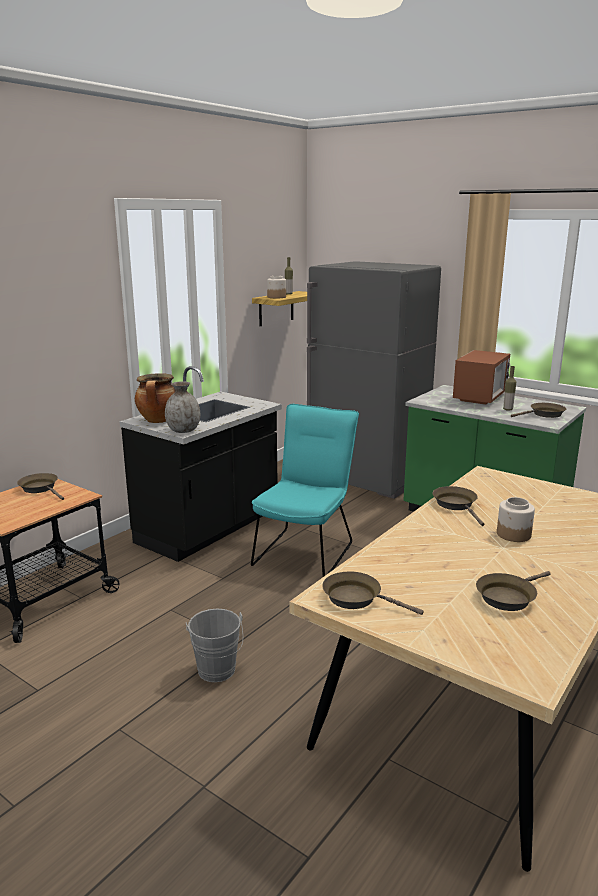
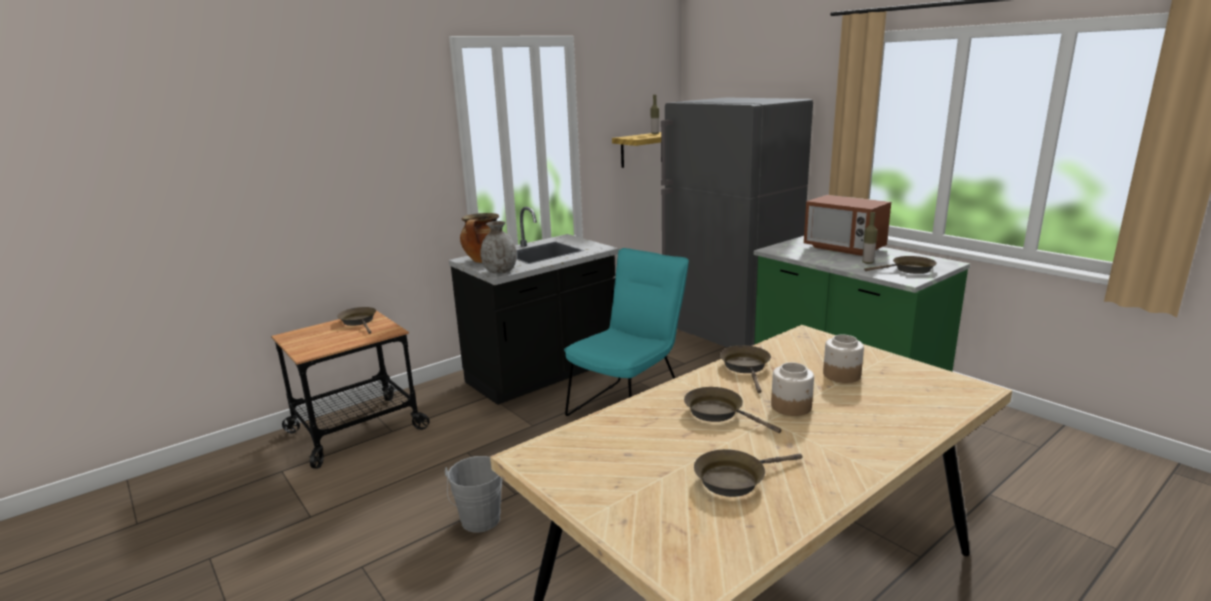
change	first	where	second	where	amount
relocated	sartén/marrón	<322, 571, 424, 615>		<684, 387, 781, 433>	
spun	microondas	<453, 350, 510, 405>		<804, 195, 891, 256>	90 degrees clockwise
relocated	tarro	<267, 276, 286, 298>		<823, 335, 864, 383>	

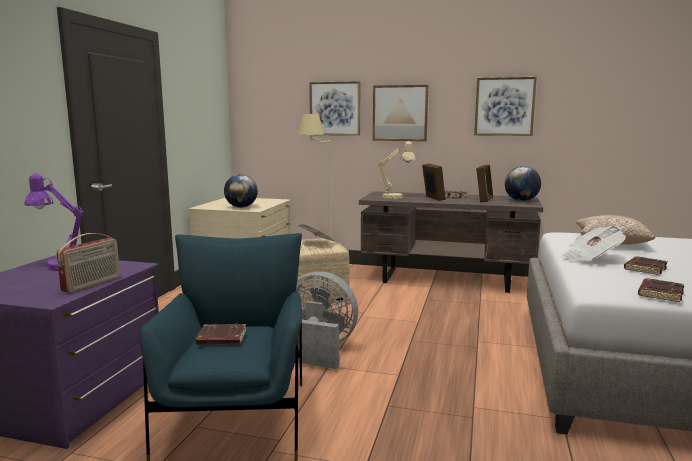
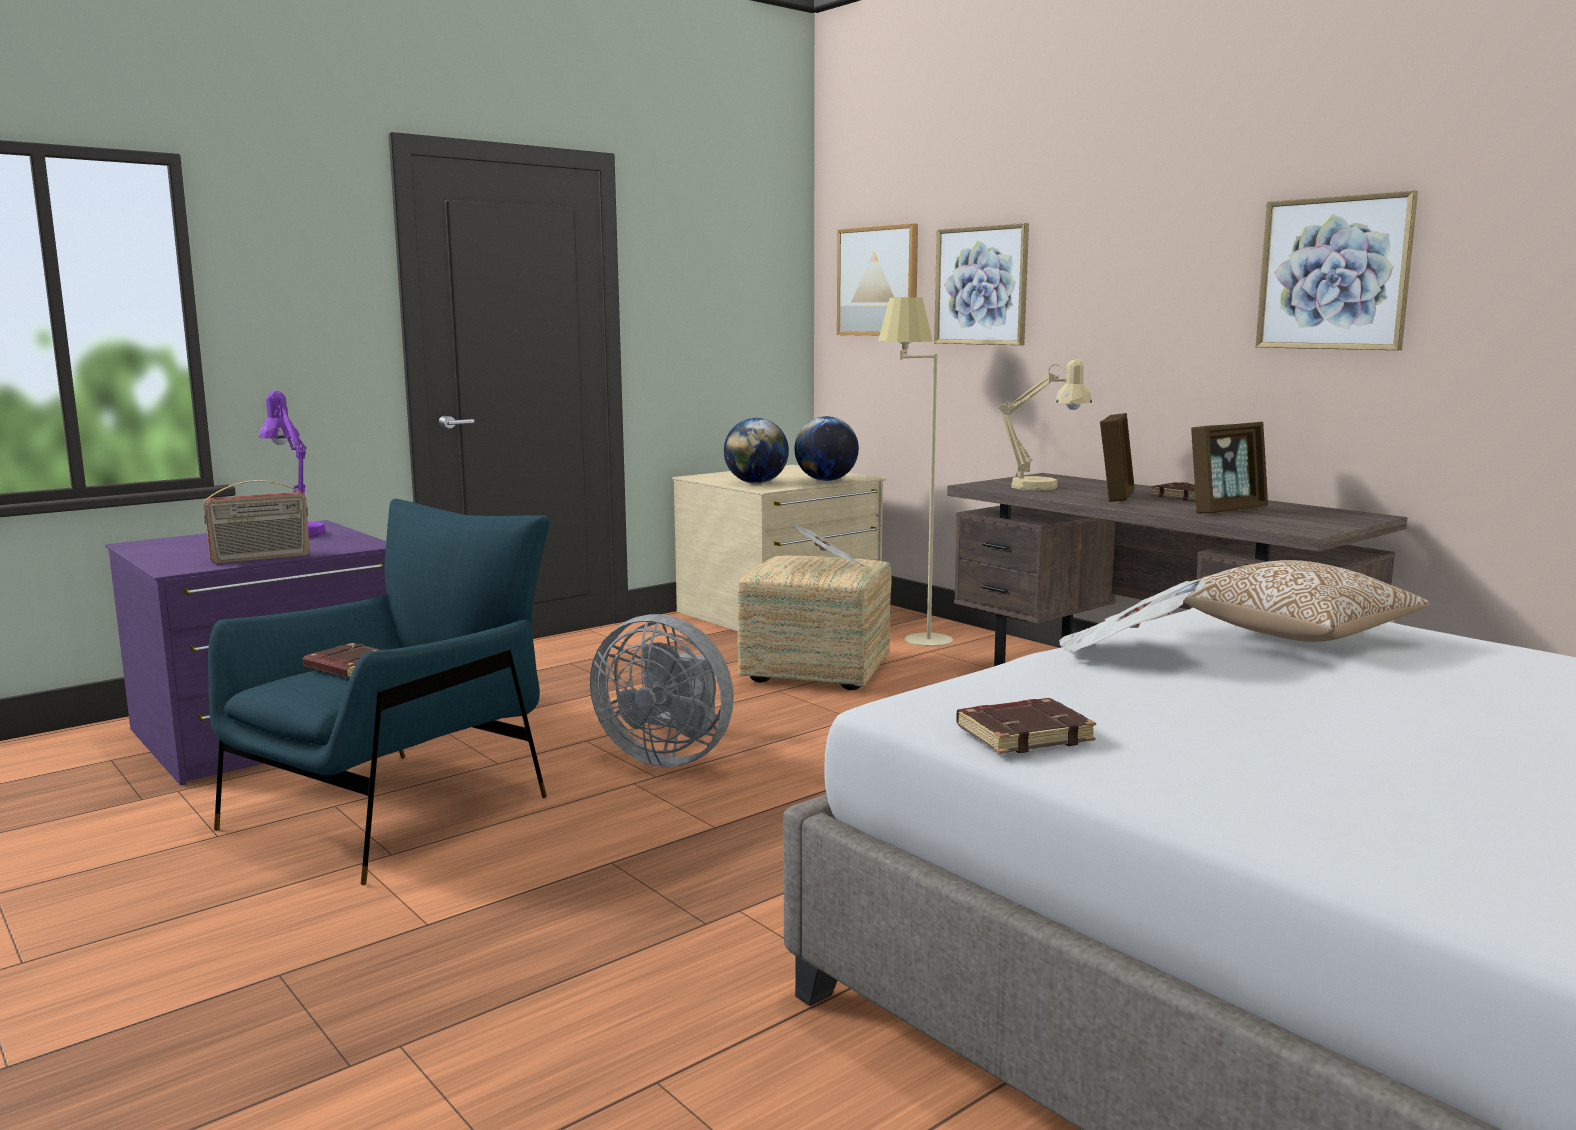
change	first	where	second	where	amount
spun	ventilador/gris	<296, 271, 358, 369>		<590, 614, 734, 767>	150 degrees clockwise
relocated	globo terráqueo	<505, 166, 541, 201>		<794, 416, 859, 481>	
relocated	cuadro	<373, 85, 428, 141>		<837, 223, 918, 336>	
missing	libro/marrón	<624, 256, 668, 275>			

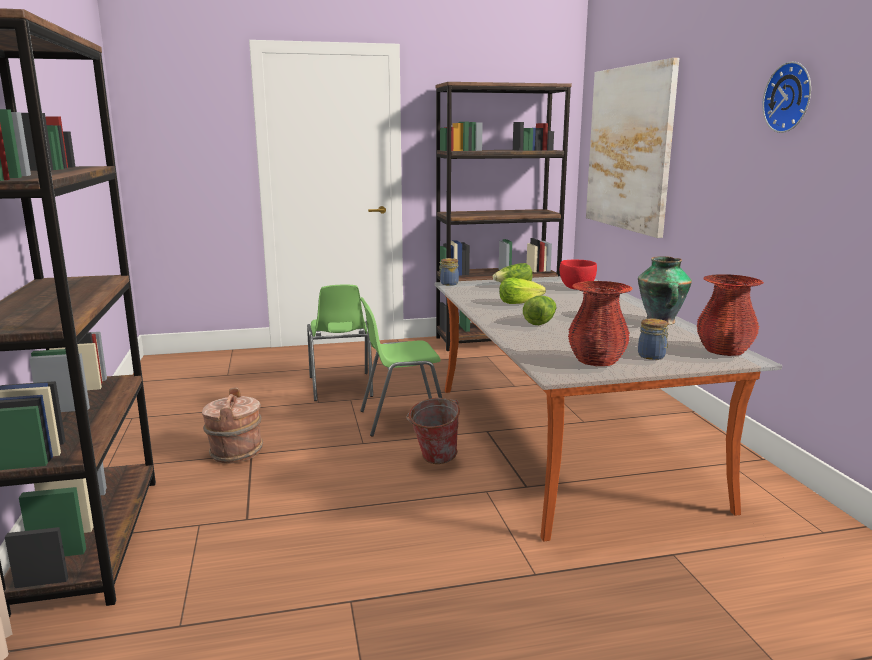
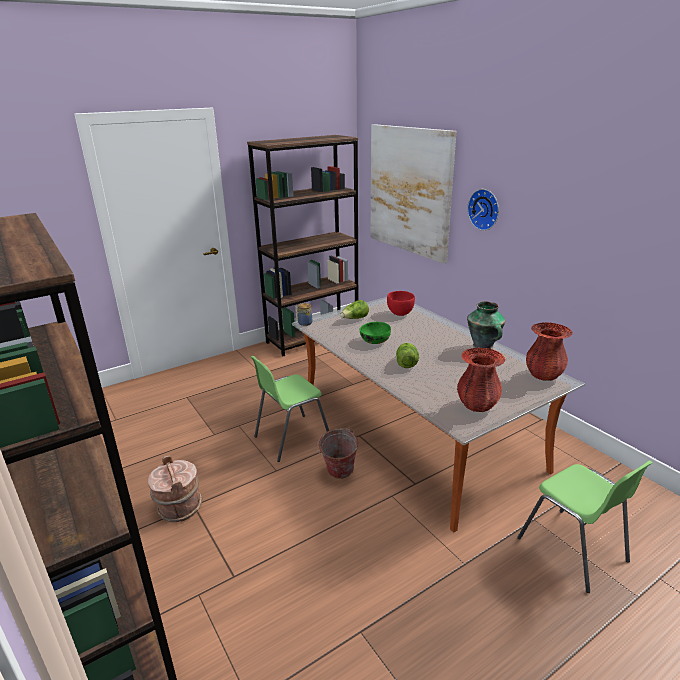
change	first	where	second	where	amount
exchanged	lechuga	<499, 278, 546, 304>	cuenco/verde	<360, 322, 391, 344>	
relocated	reloj de pared	<762, 62, 811, 133>		<467, 189, 499, 231>	
relocated	silla/verde	<307, 285, 373, 401>		<517, 460, 652, 593>	
missing	tarro	<638, 318, 668, 360>			

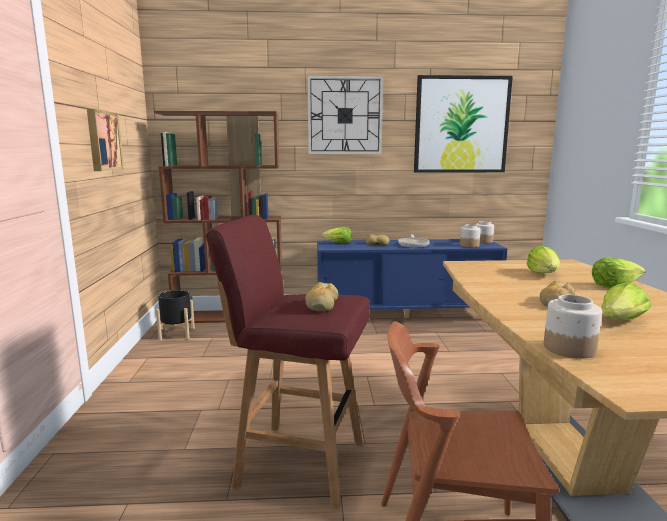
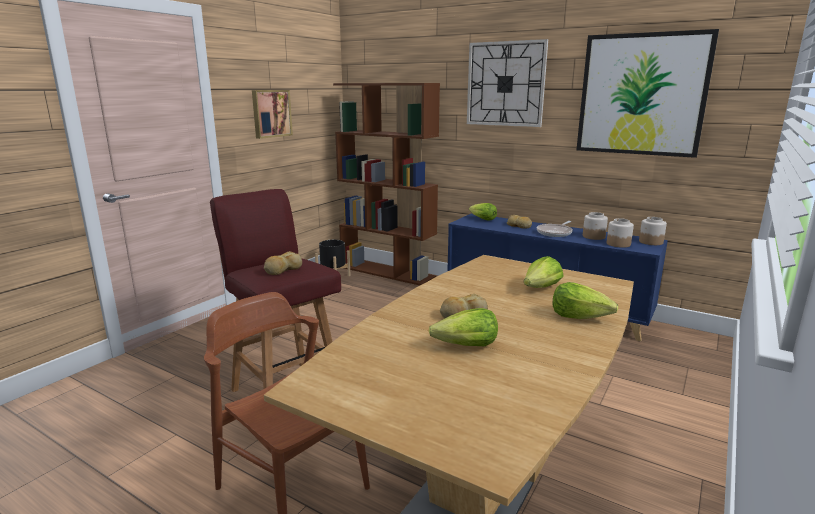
change	first	where	second	where	amount
relocated	tarro	<544, 295, 602, 359>		<583, 212, 608, 240>	

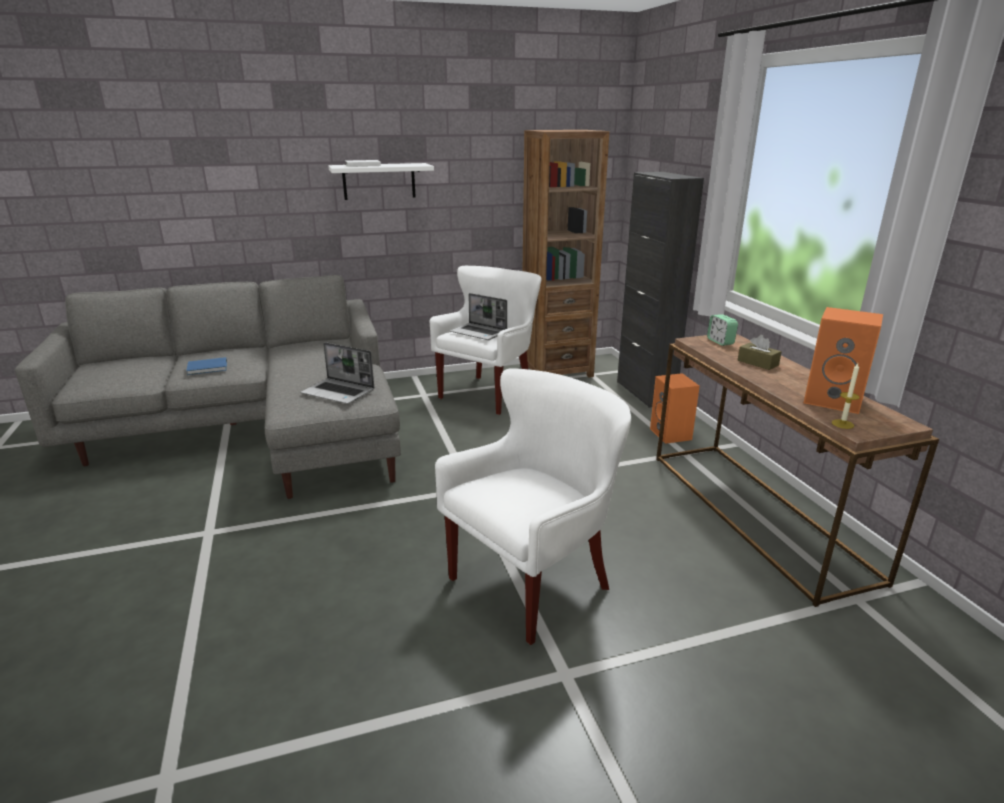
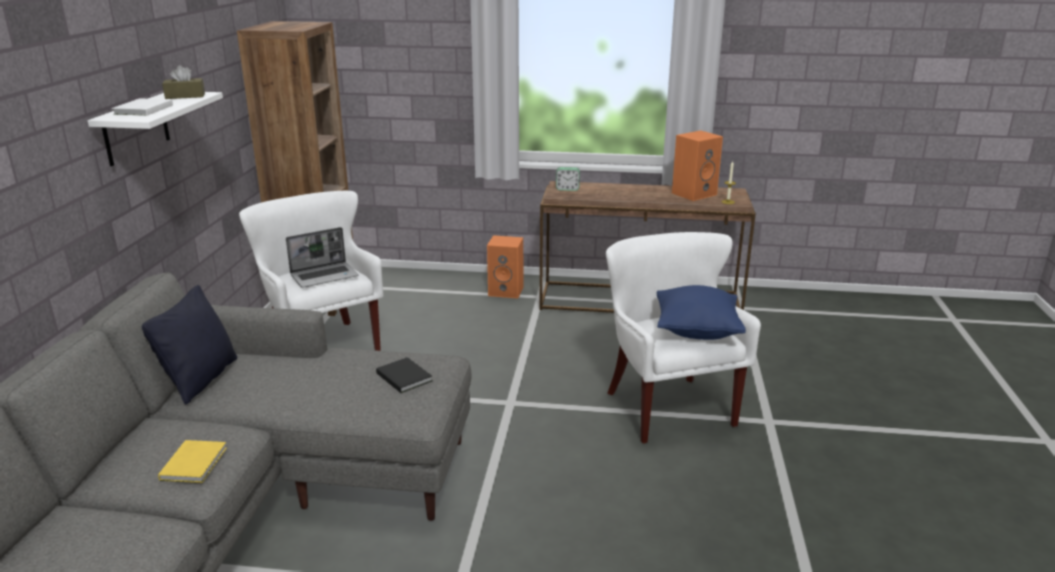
change	first	where	second	where	amount
appeared			cojín/negro	<142, 285, 237, 404>	
colour	libro/azul	<186, 357, 227, 375>	libro/amarillo	<158, 440, 227, 483>	
relocated	caja de pañuelos/marrón	<738, 335, 782, 370>		<162, 65, 205, 99>	
exchanged	portátil	<301, 342, 374, 404>	libro/negro	<376, 357, 432, 393>	
appeared			cojín/azul	<657, 285, 746, 340>	
missing	armario/negro	<617, 172, 704, 408>			

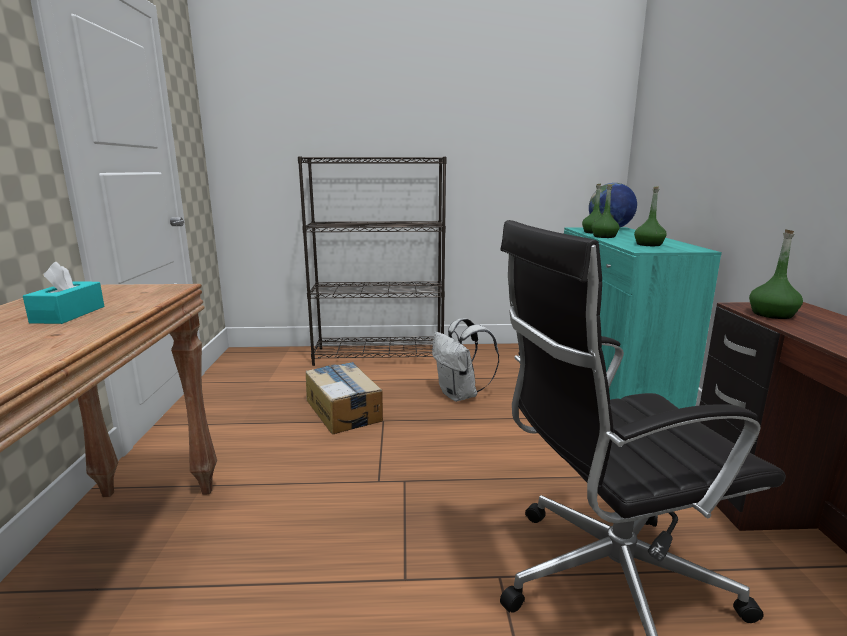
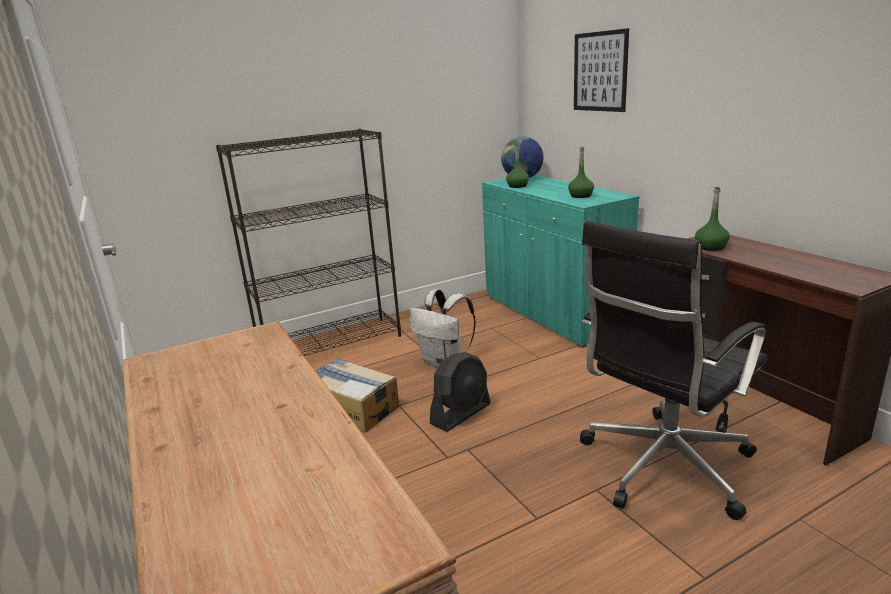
change	first	where	second	where	amount
appeared			ventilador/negro	<430, 352, 490, 432>	
appeared			cuadro	<574, 28, 629, 112>	
missing	caja de pañuelos/turquesa	<23, 262, 104, 324>			
missing	botella/verde	<592, 185, 620, 238>			

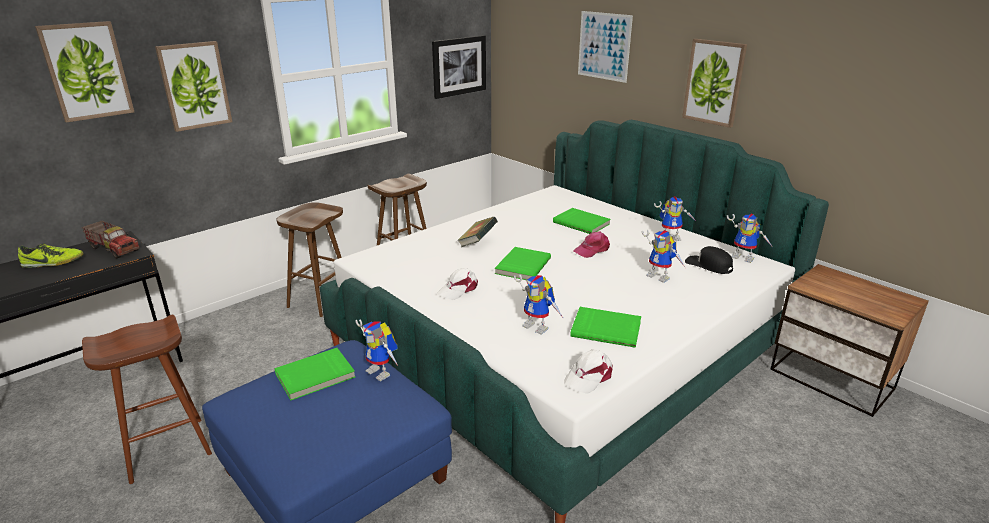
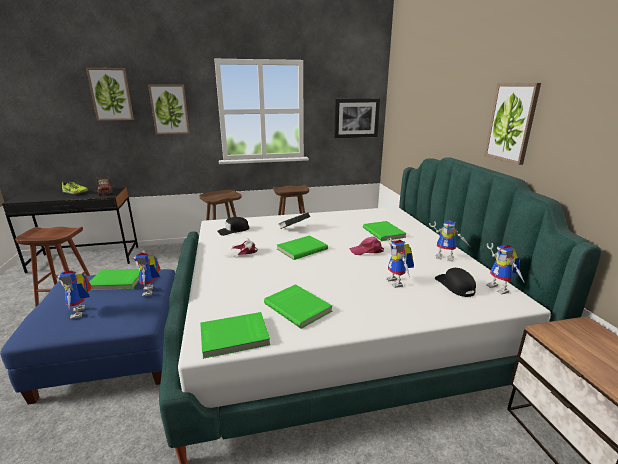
change	first	where	second	where	amount
relocated	robot de juguete	<514, 275, 563, 335>		<58, 267, 92, 319>	
exchanged	gorra/blanco	<564, 349, 613, 394>	libro/verde	<200, 312, 270, 359>	
appeared			gorra/negro	<217, 217, 249, 236>	
missing	cuadro	<578, 11, 633, 83>			

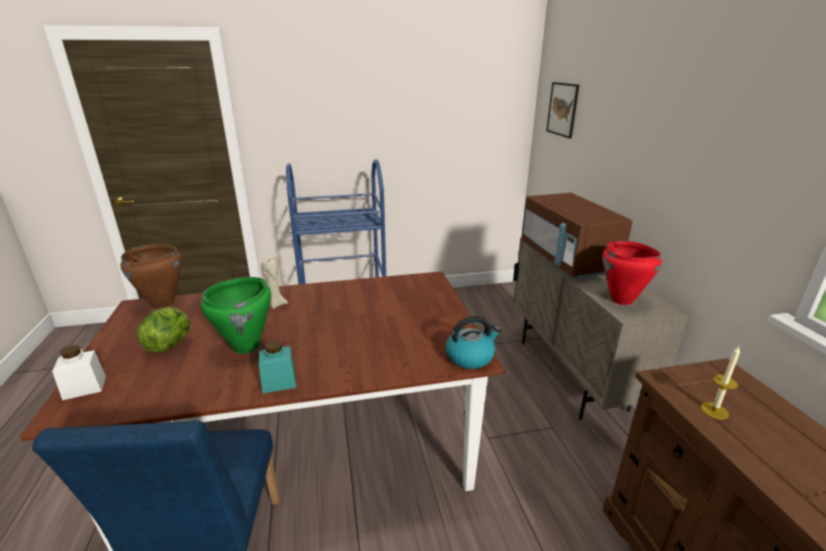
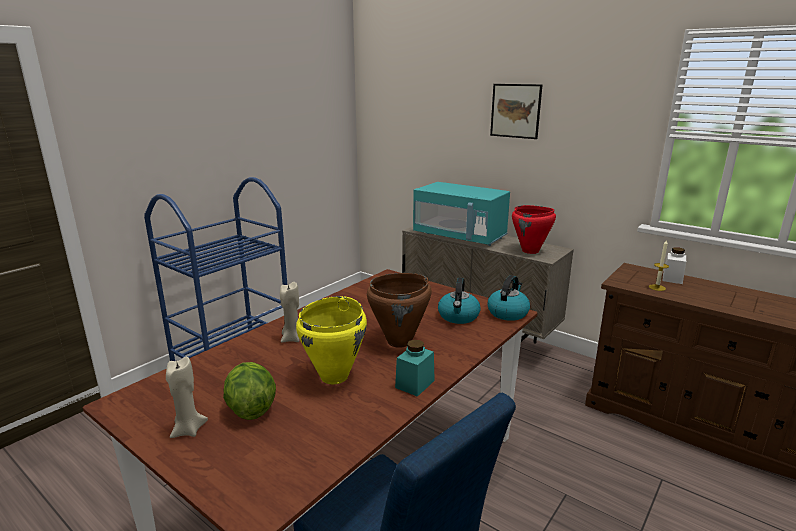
change	first	where	second	where	amount
appeared			vela/beis	<166, 357, 208, 438>	
colour	olla/verde	<201, 277, 271, 354>	olla/amarillo	<296, 296, 367, 384>	
relocated	olla/marrón	<120, 244, 182, 308>		<367, 273, 432, 348>	
colour	microondas/marrón	<521, 193, 633, 279>	microondas/turquesa	<413, 182, 510, 246>	
appeared			hervidor	<438, 278, 481, 324>	
relocated	cuadro	<546, 82, 579, 138>		<490, 84, 542, 139>	
relocated	tarro/blanco	<52, 345, 106, 400>		<663, 247, 686, 284>	

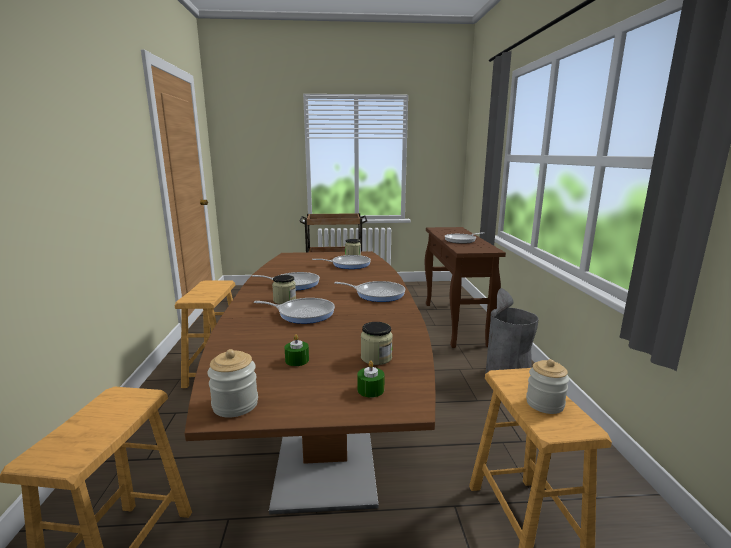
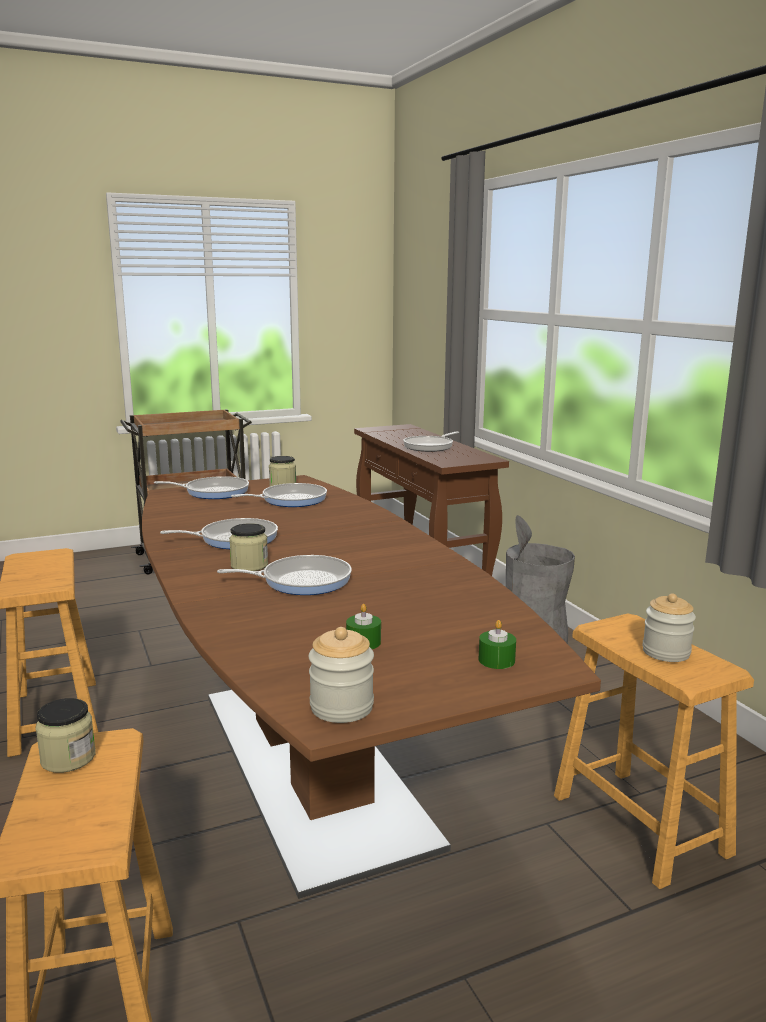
change	first	where	second	where	amount
relocated	tarro	<361, 322, 393, 365>		<35, 698, 96, 773>	
relocated	sartén	<334, 281, 405, 302>		<154, 476, 249, 499>	

